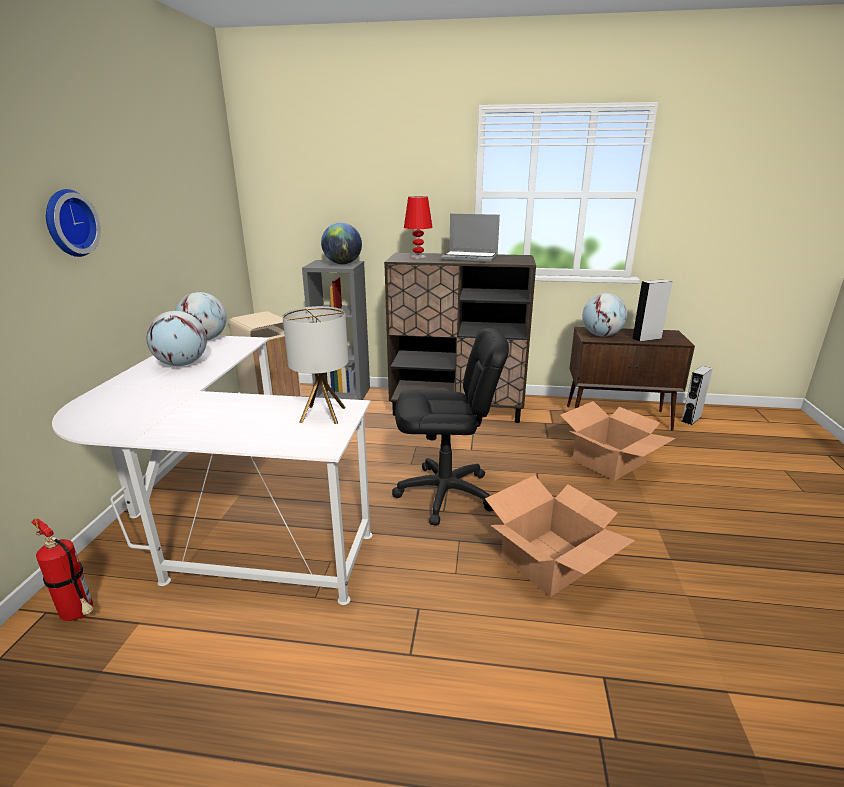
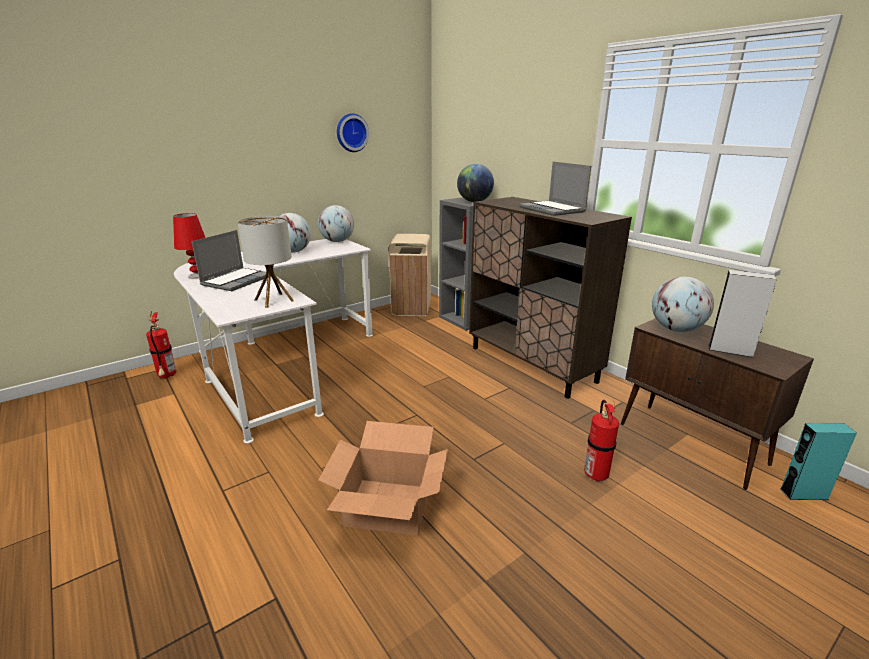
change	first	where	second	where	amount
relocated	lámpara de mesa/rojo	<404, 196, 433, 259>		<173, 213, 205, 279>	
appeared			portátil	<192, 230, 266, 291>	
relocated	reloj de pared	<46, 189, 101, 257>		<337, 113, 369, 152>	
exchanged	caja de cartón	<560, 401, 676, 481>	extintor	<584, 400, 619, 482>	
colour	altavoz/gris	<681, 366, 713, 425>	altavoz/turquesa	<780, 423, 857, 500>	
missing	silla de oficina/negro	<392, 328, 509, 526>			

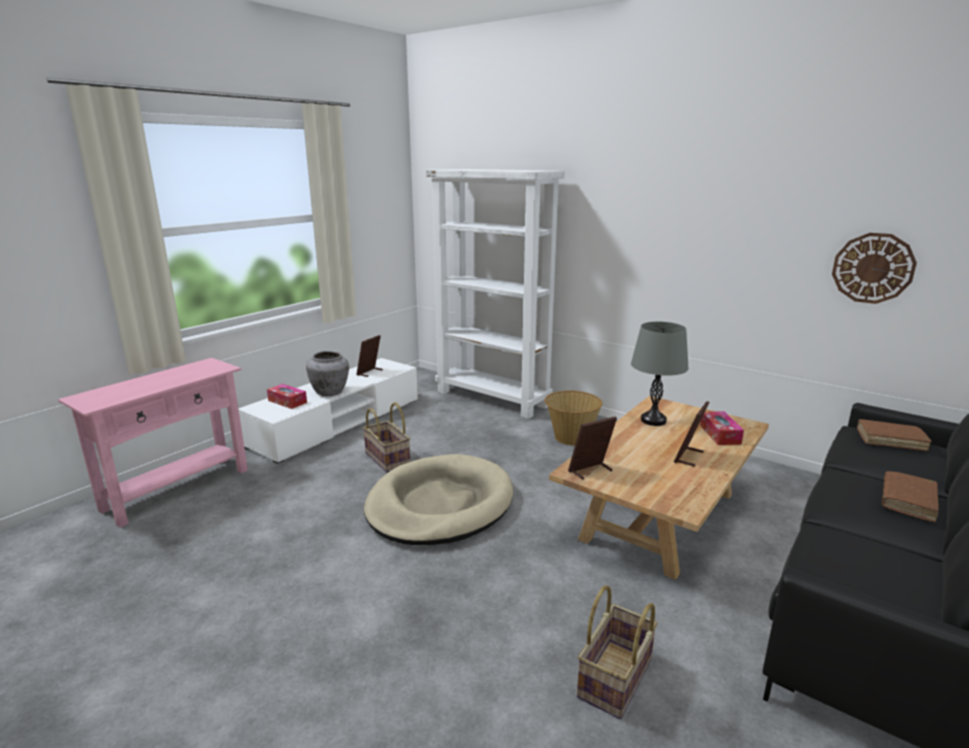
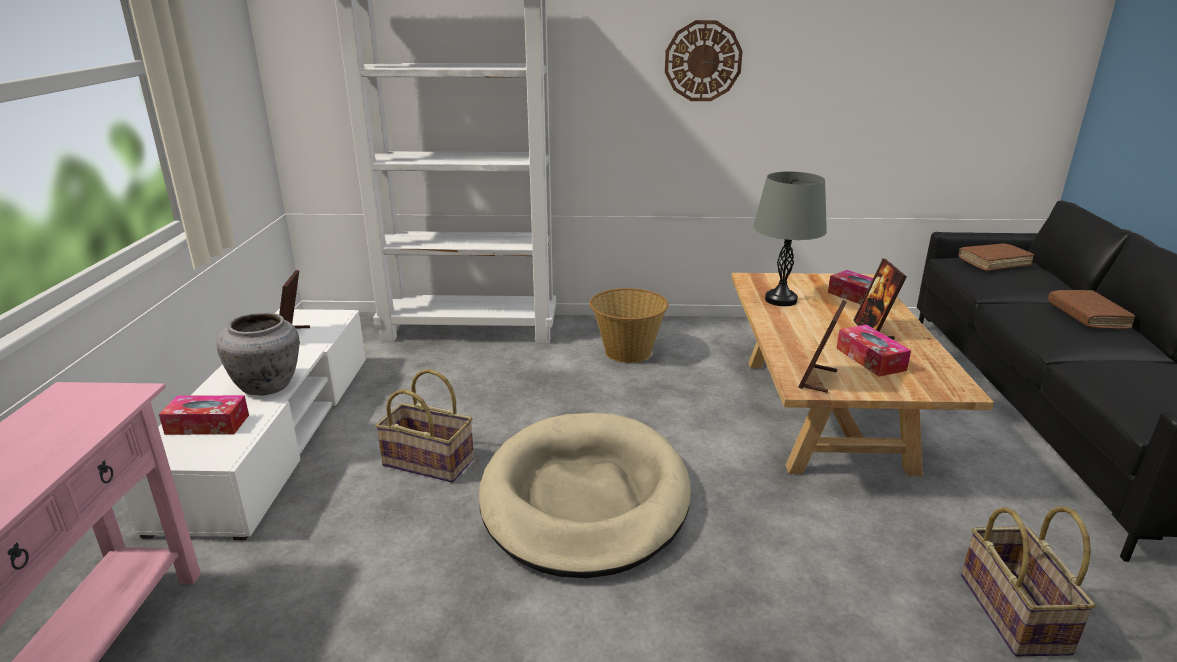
change	first	where	second	where	amount
relocated	reloj de pared	<832, 233, 917, 304>		<665, 20, 743, 101>	
appeared			caja de pañuelos	<836, 324, 911, 377>	

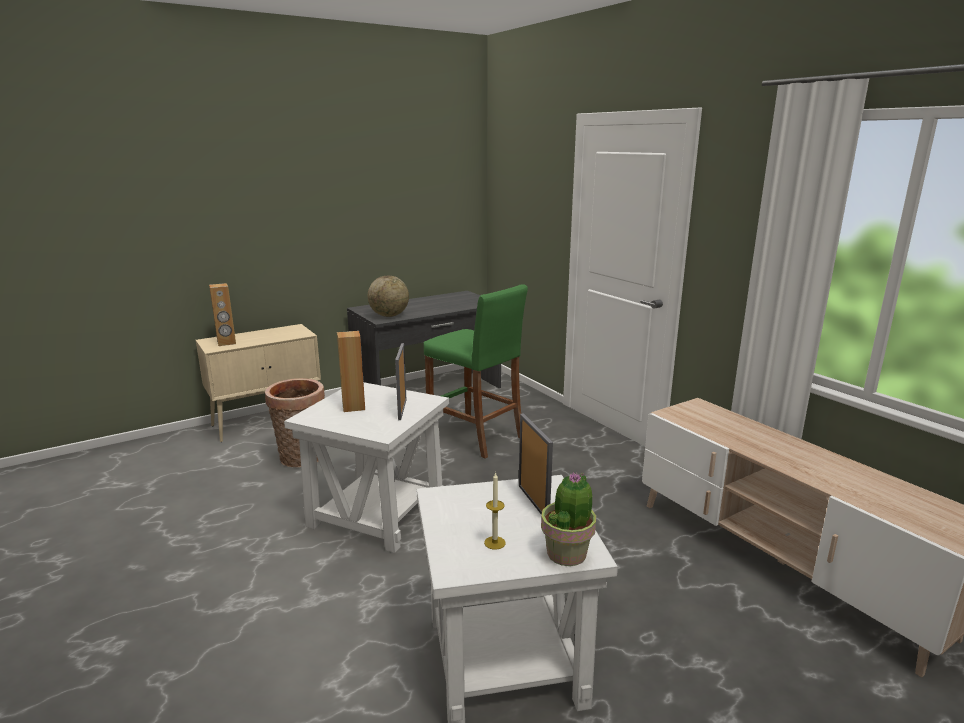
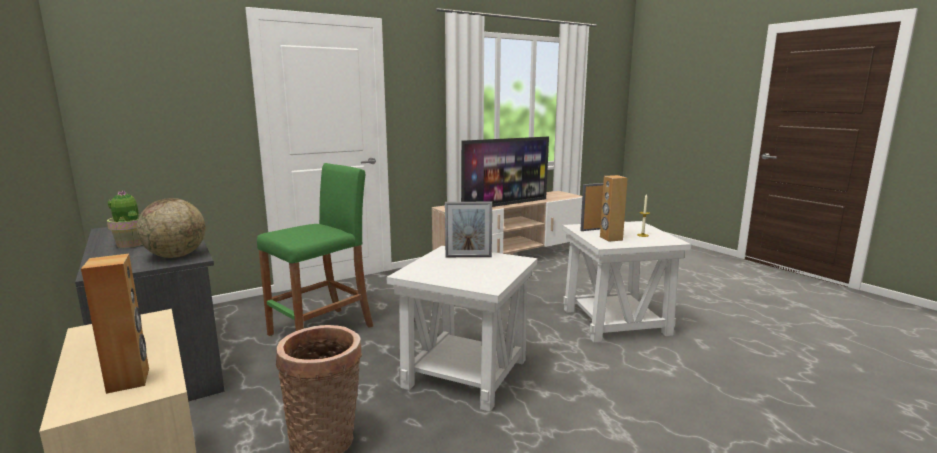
change	first	where	second	where	amount
relocated	planta en maceta	<541, 472, 596, 566>		<107, 190, 142, 248>	
appeared			televisor	<461, 136, 549, 207>	
relocated	altavoz/marrón	<337, 331, 365, 412>		<600, 175, 628, 242>	

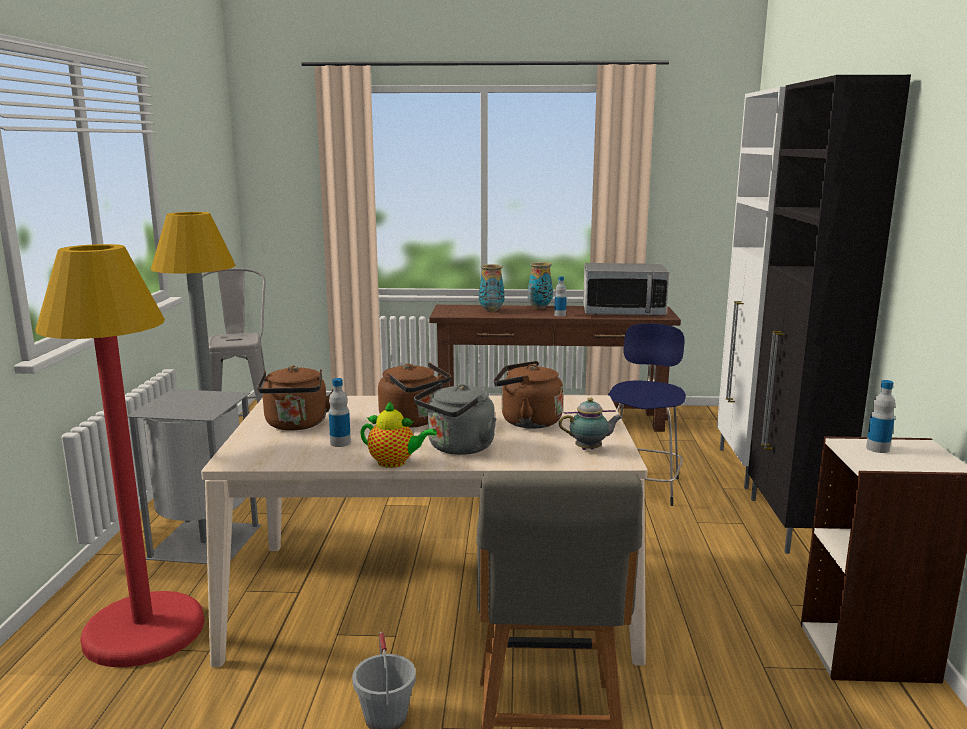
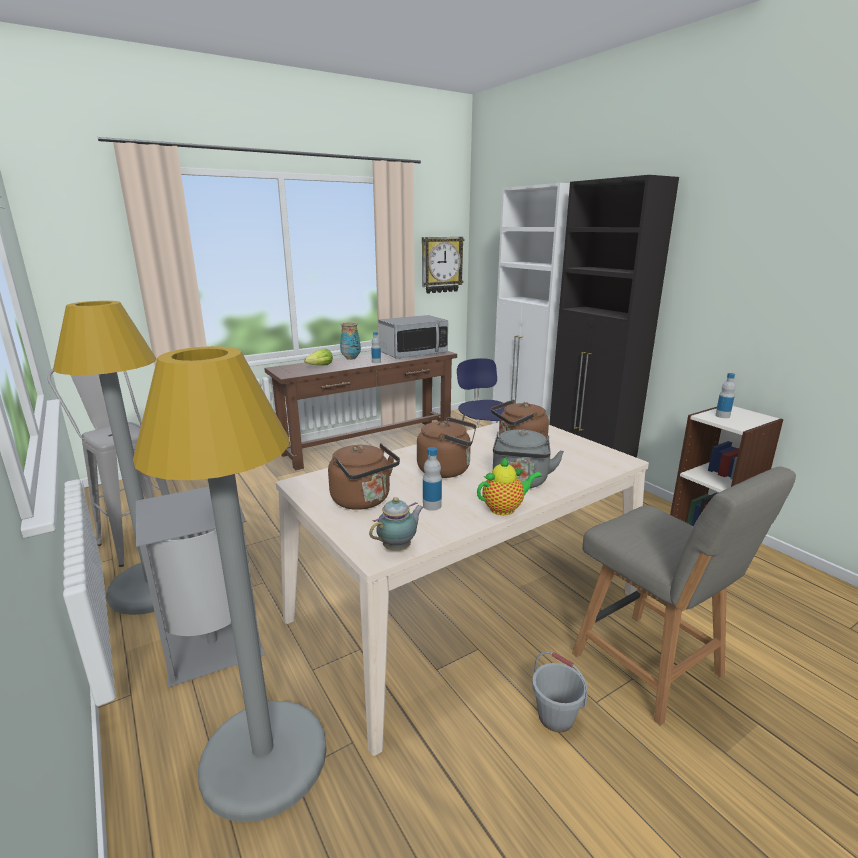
change	first	where	second	where	amount
colour	lámpara de pie/rojo	<35, 244, 205, 667>	lámpara de pie/gris	<133, 346, 327, 822>	
exchanged	florero	<479, 264, 505, 312>	lechuga	<304, 348, 333, 366>	
relocated	tetera	<559, 398, 623, 450>		<369, 497, 424, 551>	
appeared			reloj de pared	<422, 237, 465, 294>	

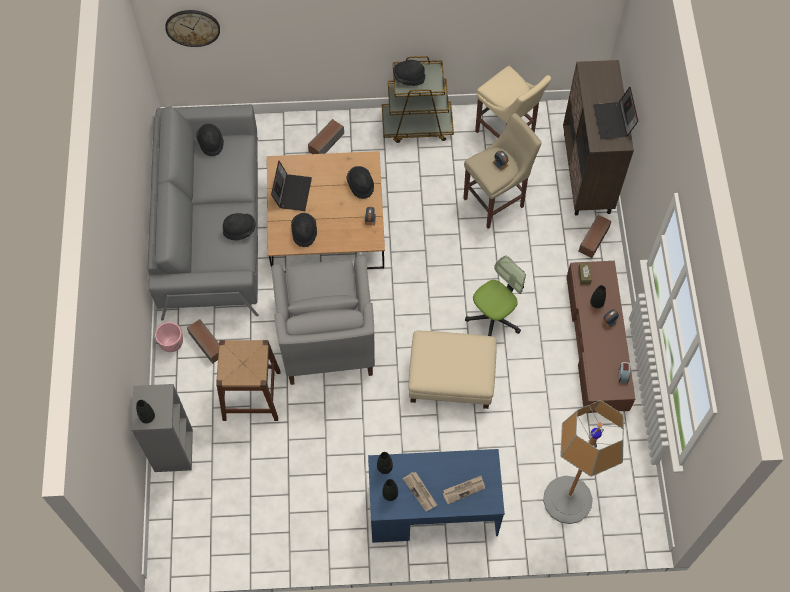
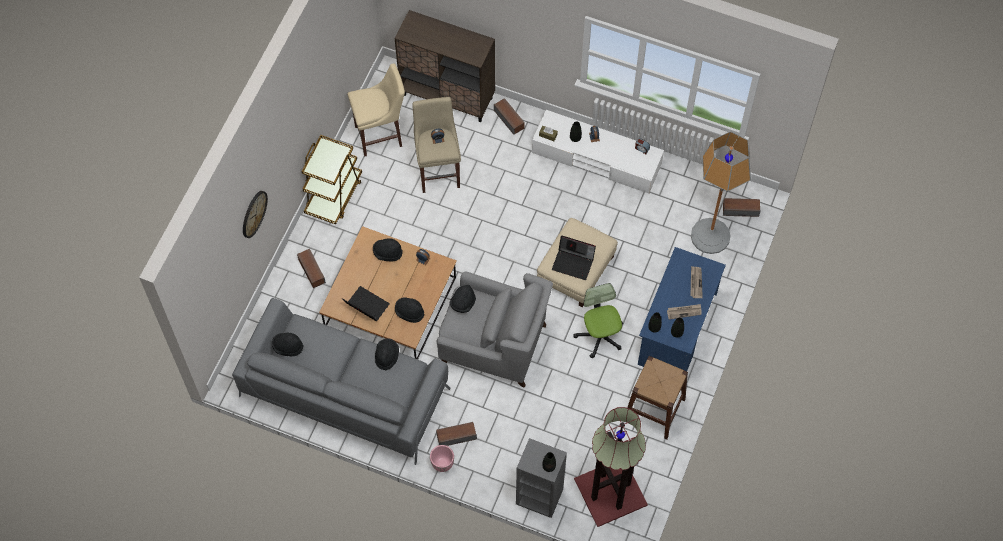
change	first	where	second	where	amount
relocated	reloj de pared	<165, 10, 220, 47>		<243, 191, 268, 238>	
relocated	sombrero/negro	<393, 60, 425, 86>		<450, 285, 476, 313>	
colour	mueble de televisión/marrón	<567, 261, 635, 413>	mueble de televisión/blanco	<532, 110, 664, 193>	
relocated	portátil	<593, 87, 638, 139>		<552, 235, 596, 280>	
relocated	silla de oficina	<465, 256, 526, 336>		<573, 283, 623, 358>	
appeared			lámpara de pie	<574, 407, 648, 527>	
relocated	taburete/marrón	<216, 340, 280, 421>		<627, 356, 688, 440>	
appeared			altavoz	<723, 198, 761, 217>	

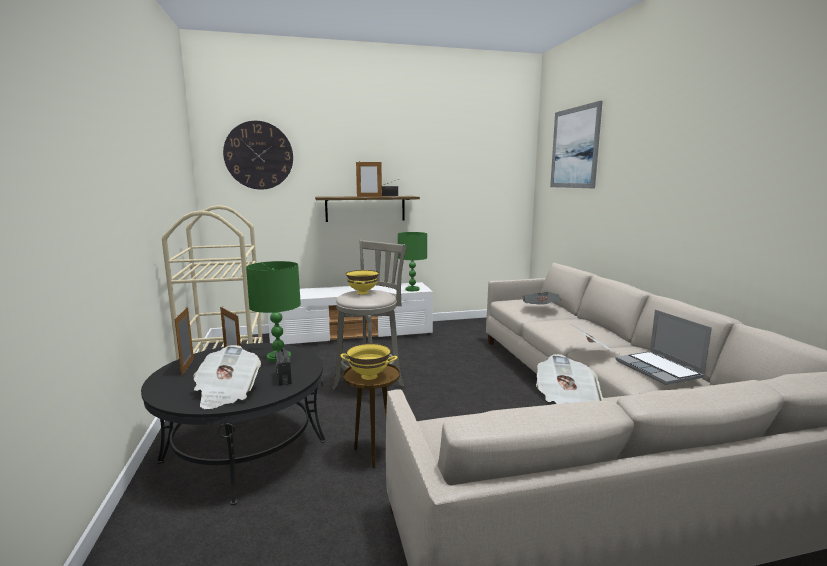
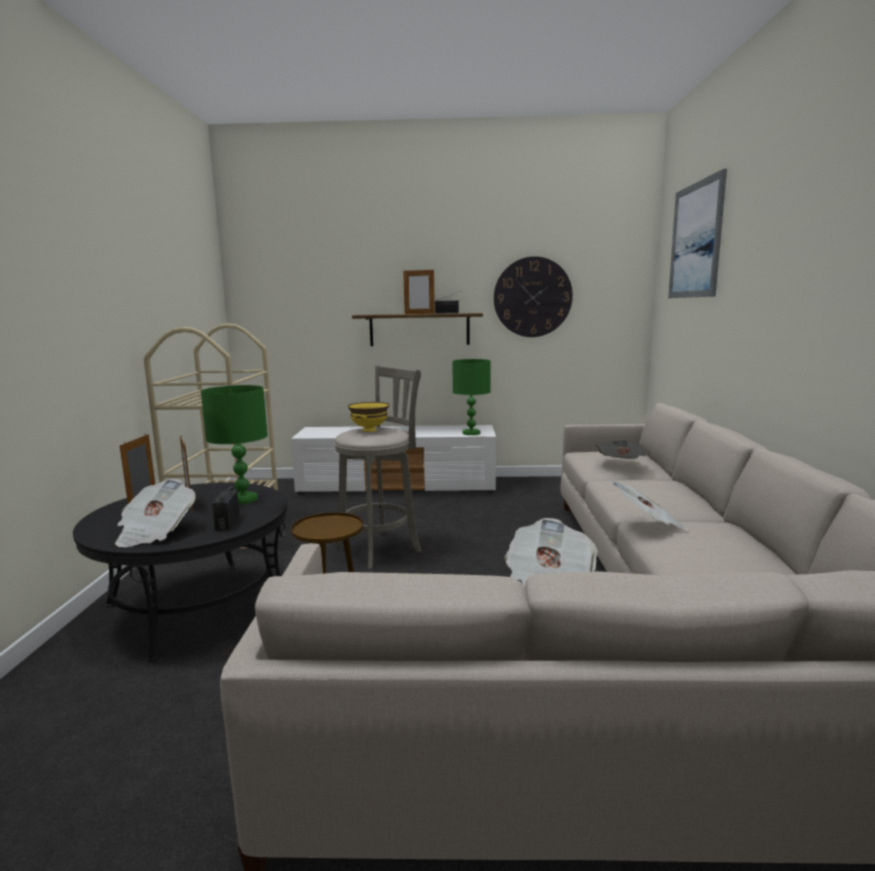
change	first	where	second	where	amount
relocated	reloj de pared	<223, 121, 293, 190>		<494, 256, 573, 337>	
missing	cuenco/amarillo	<340, 343, 398, 380>			
missing	portátil	<615, 310, 712, 385>			

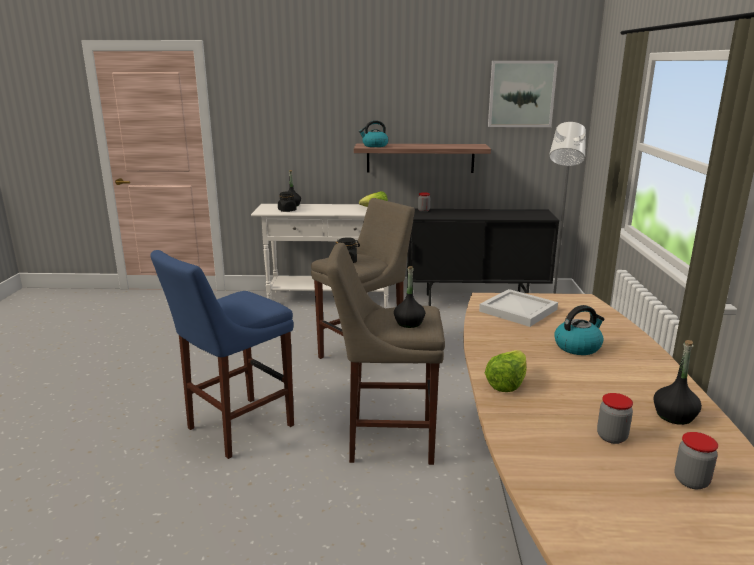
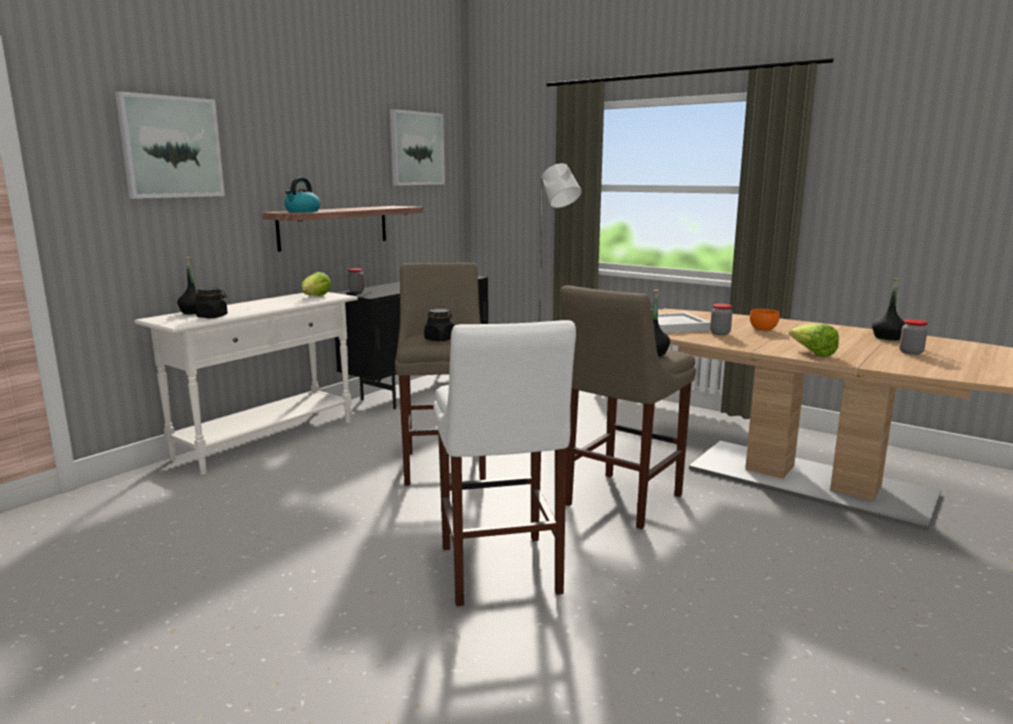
change	first	where	second	where	amount
appeared			cuadro	<115, 91, 225, 199>	
colour	taburete/azul	<150, 250, 294, 459>	taburete/blanco	<433, 320, 576, 606>	
relocated	tarro	<675, 432, 718, 489>		<710, 304, 732, 335>	
exchanged	hervidor	<554, 305, 604, 355>	cuenco/naranja	<750, 309, 779, 331>	

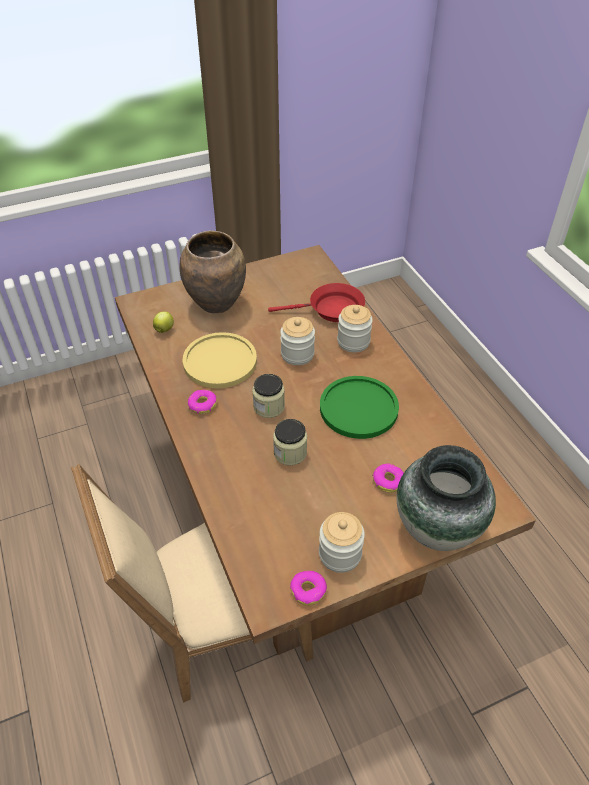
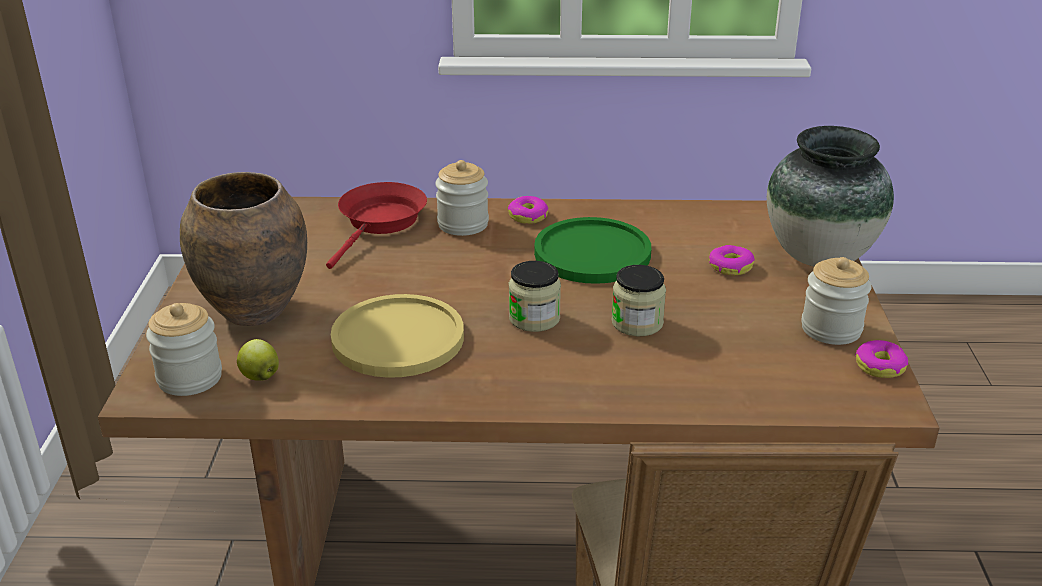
change	first	where	second	where	amount
relocated	tarro	<280, 317, 315, 365>		<146, 303, 222, 396>	
relocated	rosquilla	<188, 390, 217, 414>		<508, 196, 548, 224>	

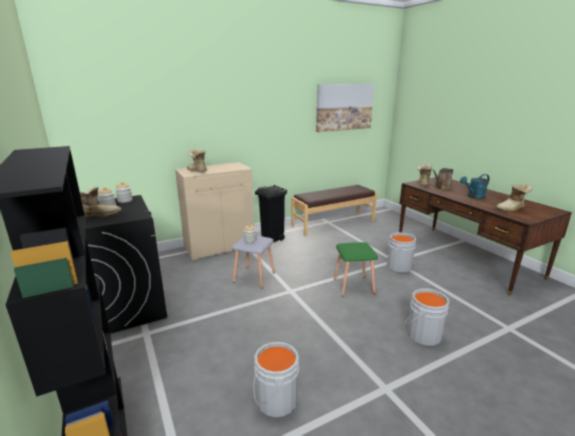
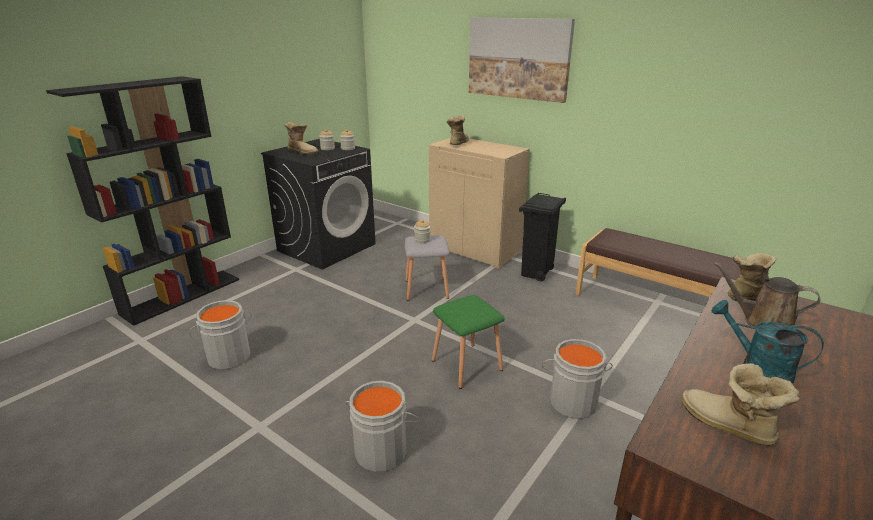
change	first	where	second	where	amount
relocated	cuadro	<316, 84, 374, 132>		<469, 17, 575, 103>	

